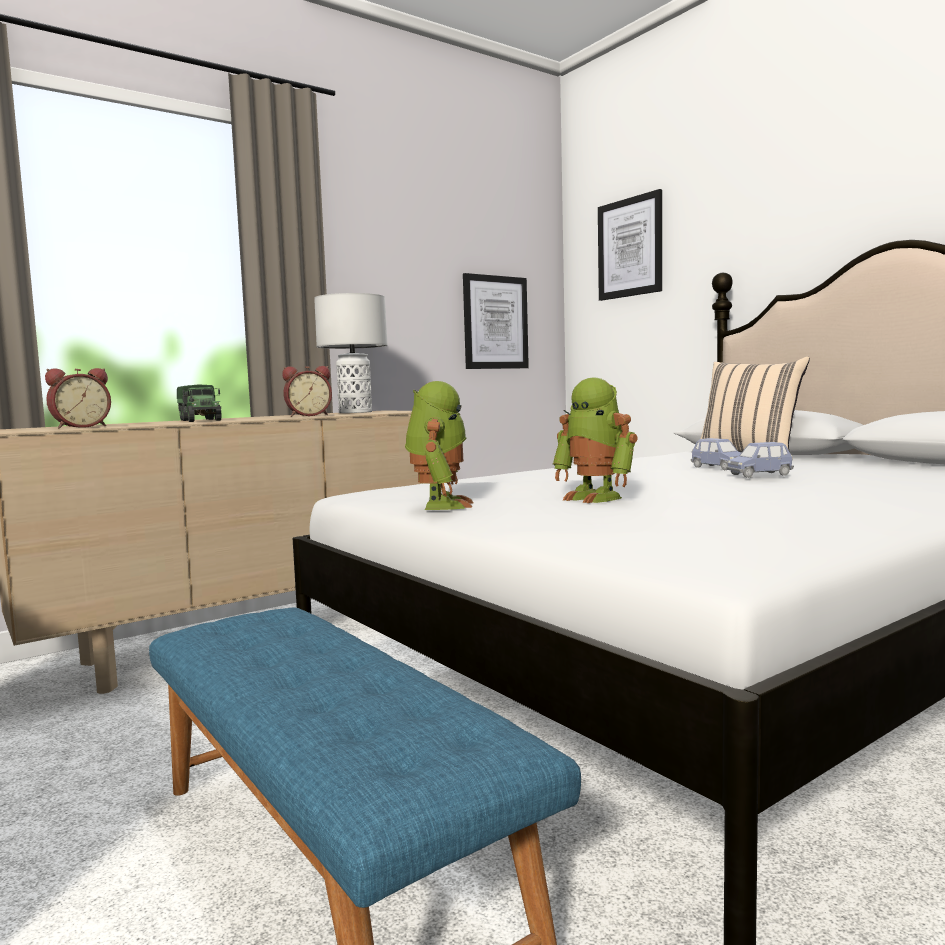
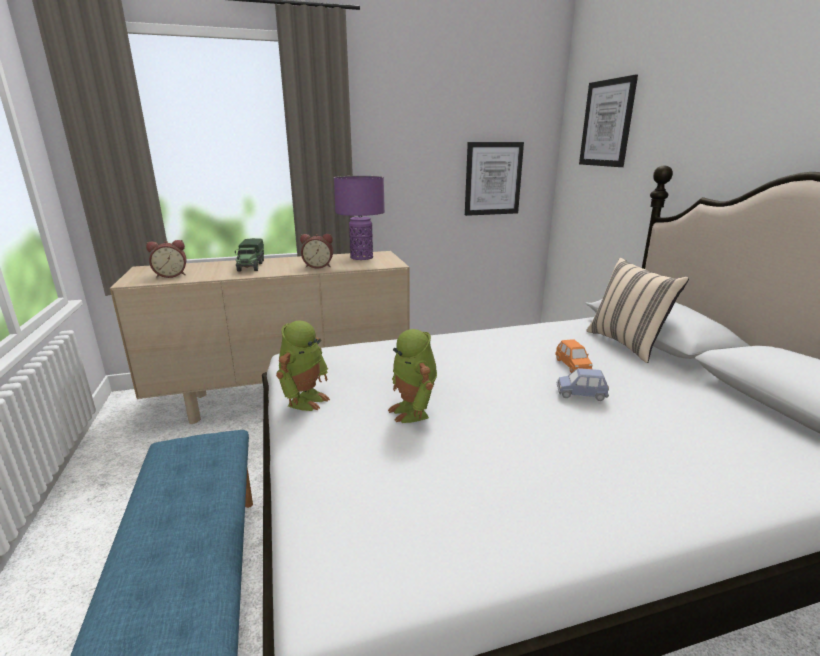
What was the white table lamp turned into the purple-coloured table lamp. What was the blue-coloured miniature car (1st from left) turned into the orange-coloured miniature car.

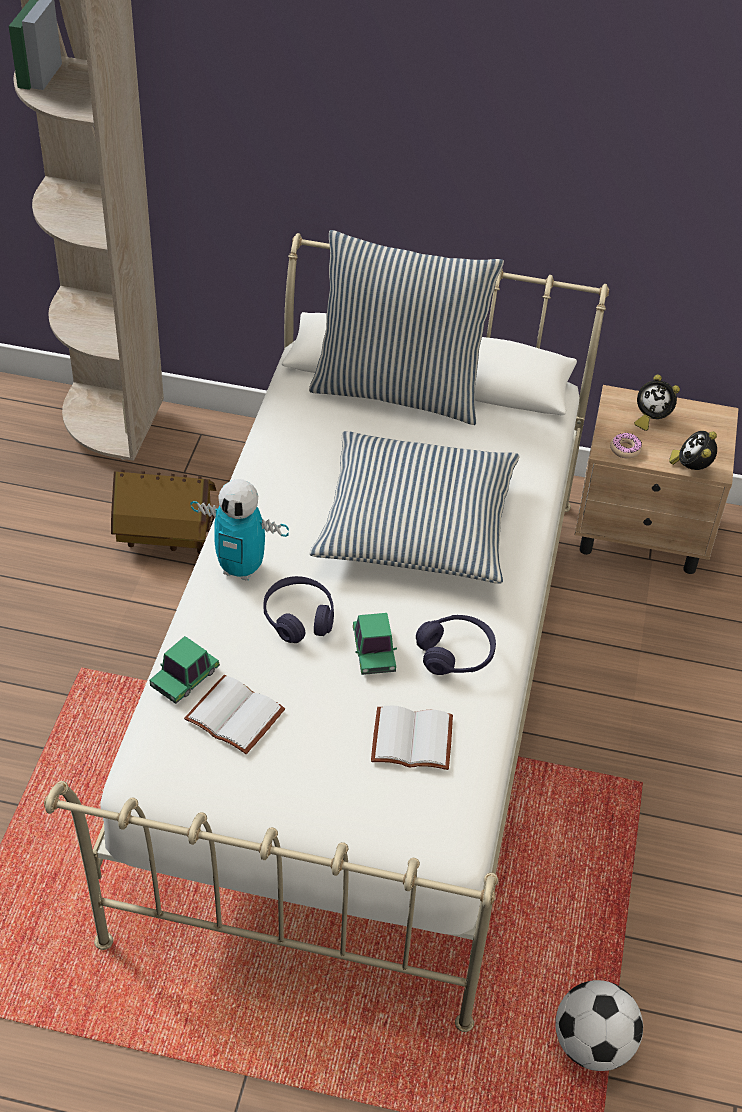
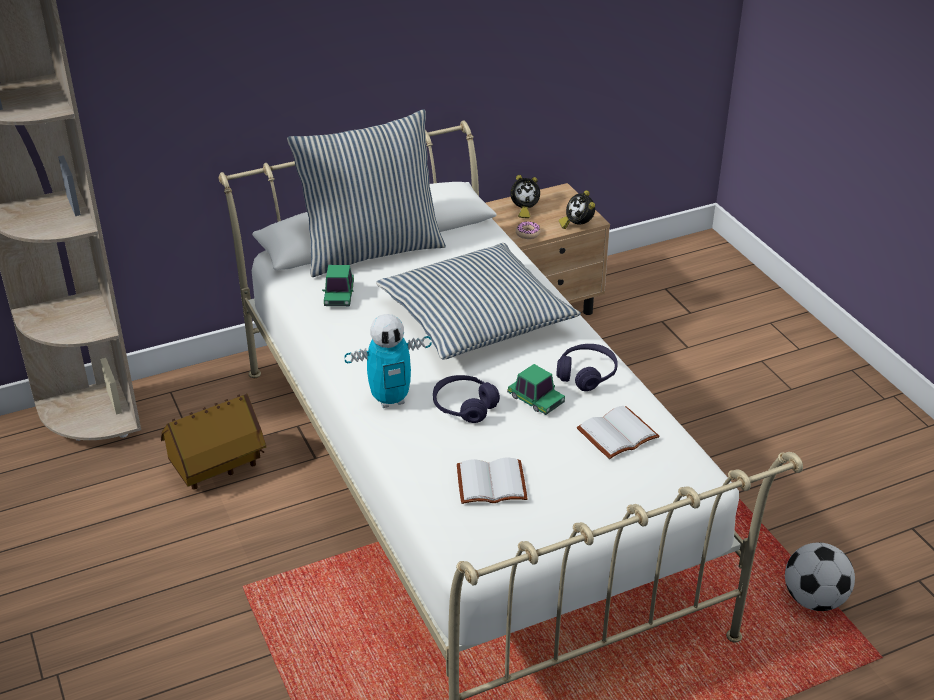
The miniature car (1st from left) ended up elsewhere.

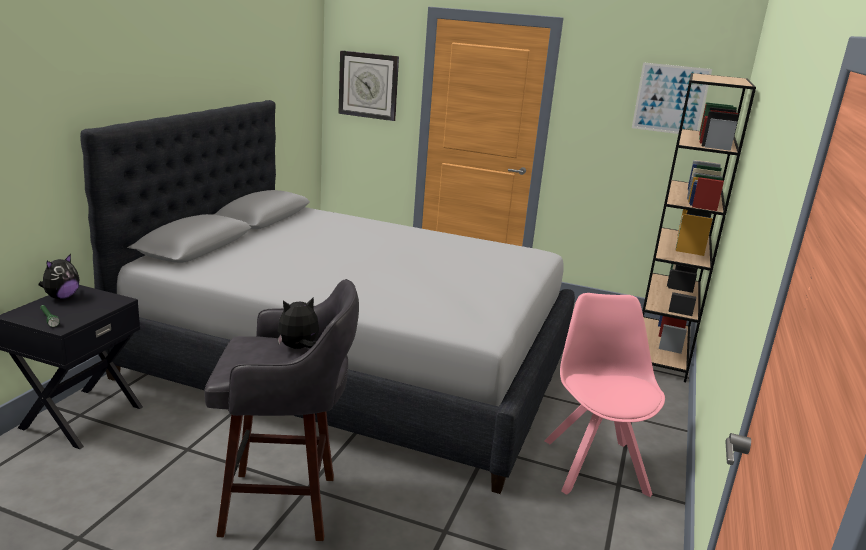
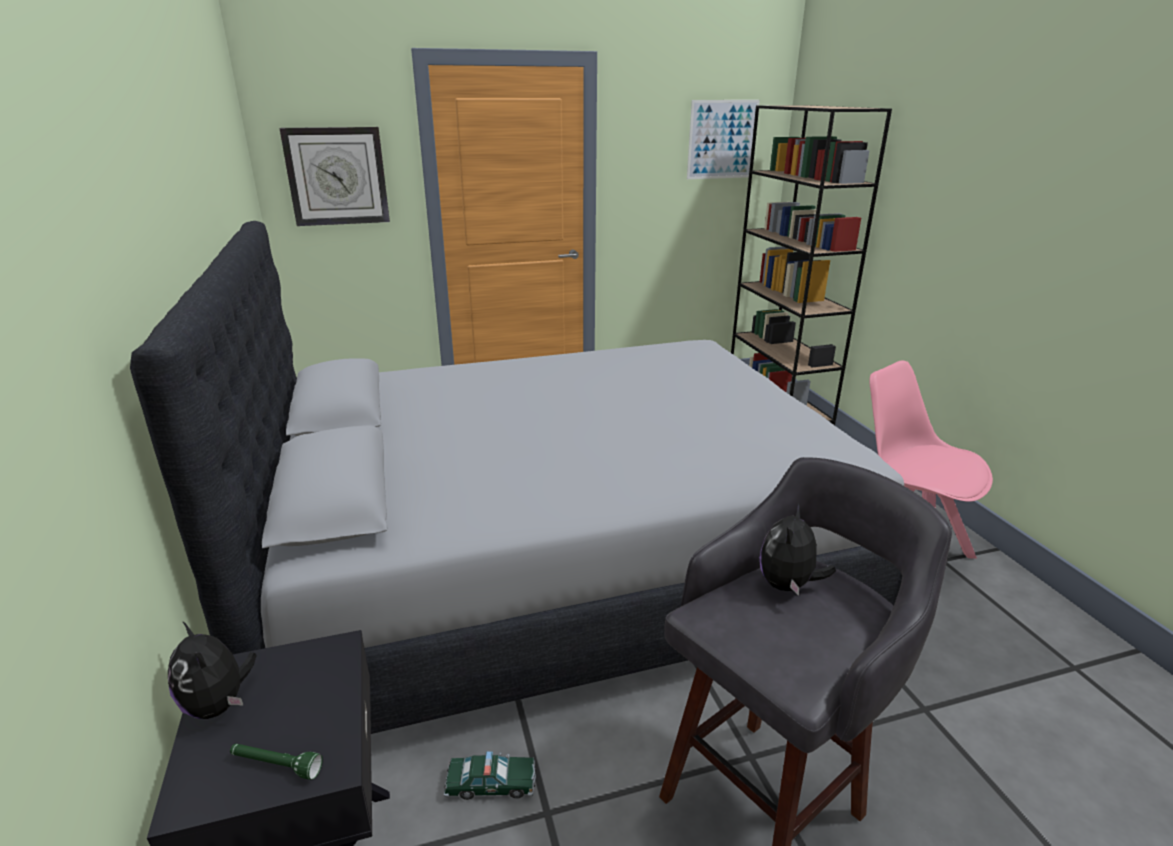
The soft toy (1st from left) ended up facing another way, 150 degrees clockwise from before. The second view gained the miniature car.

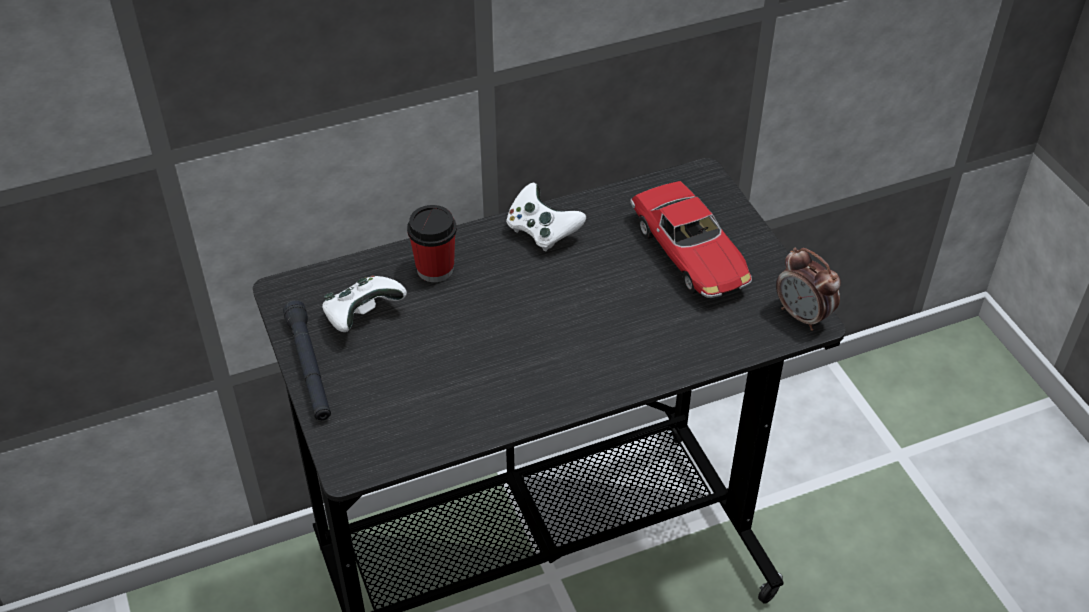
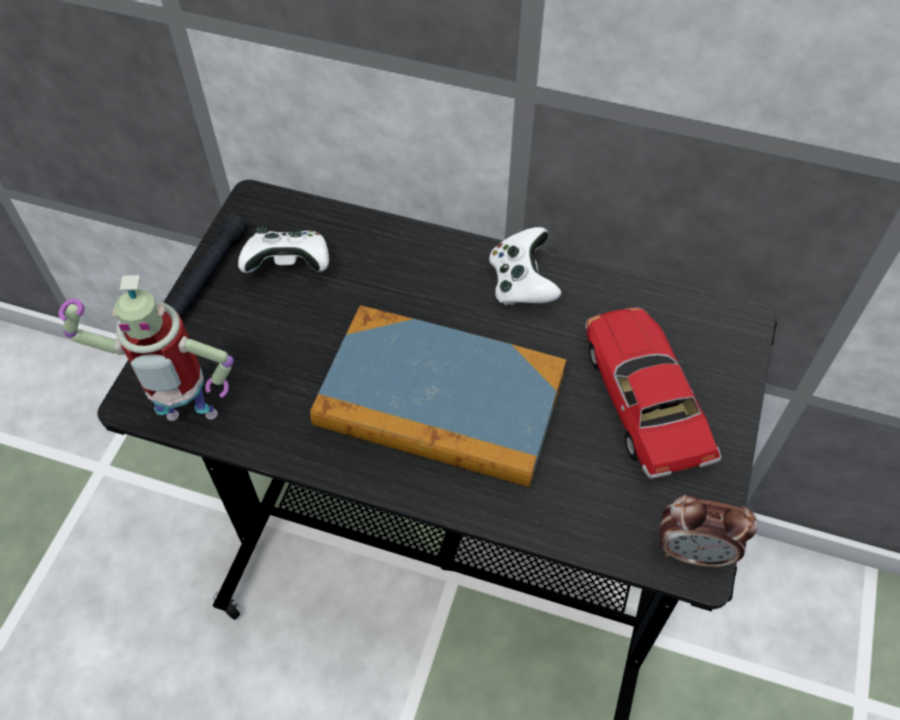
The miniature car ended up facing another way, 150 degrees clockwise from before. The second view lost the small cup. The bedside clock ended up facing another way, 75 degrees counterclockwise from before. The second view gained the toy robot. The second view gained the bound book.

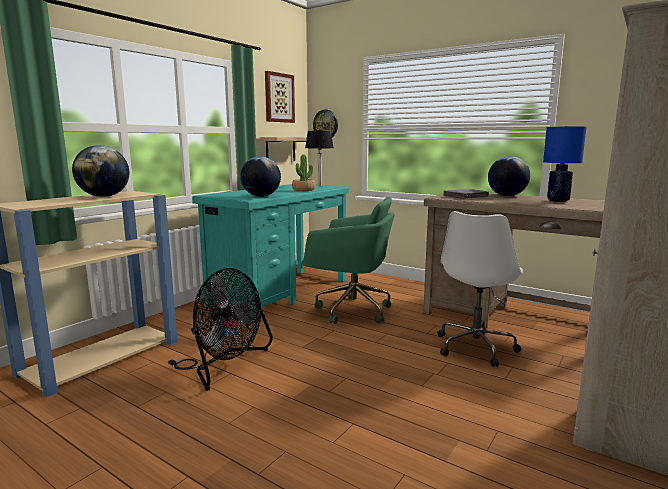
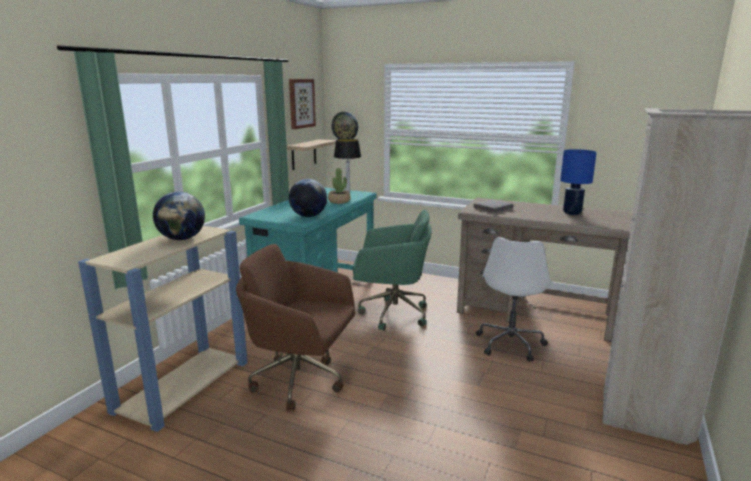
The second view lost the globe (3rd from left). Where the black cooling fan stood, the brown-coloured computer chair came to stand.

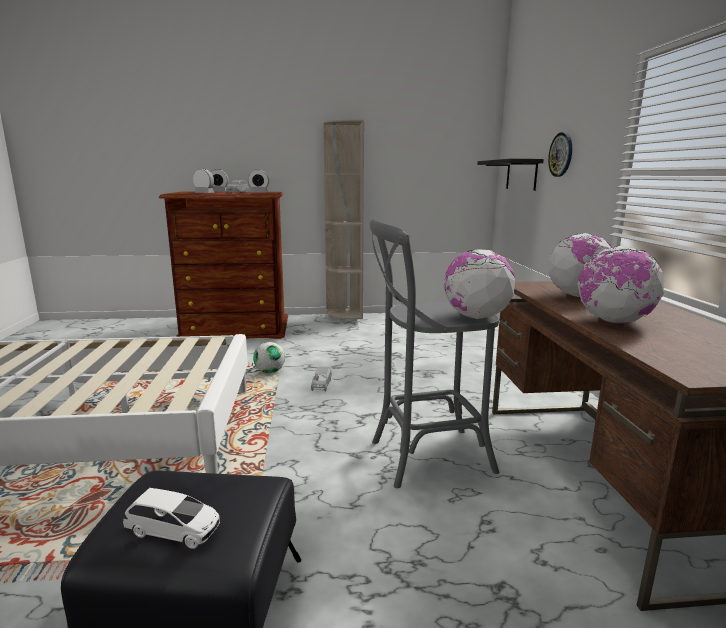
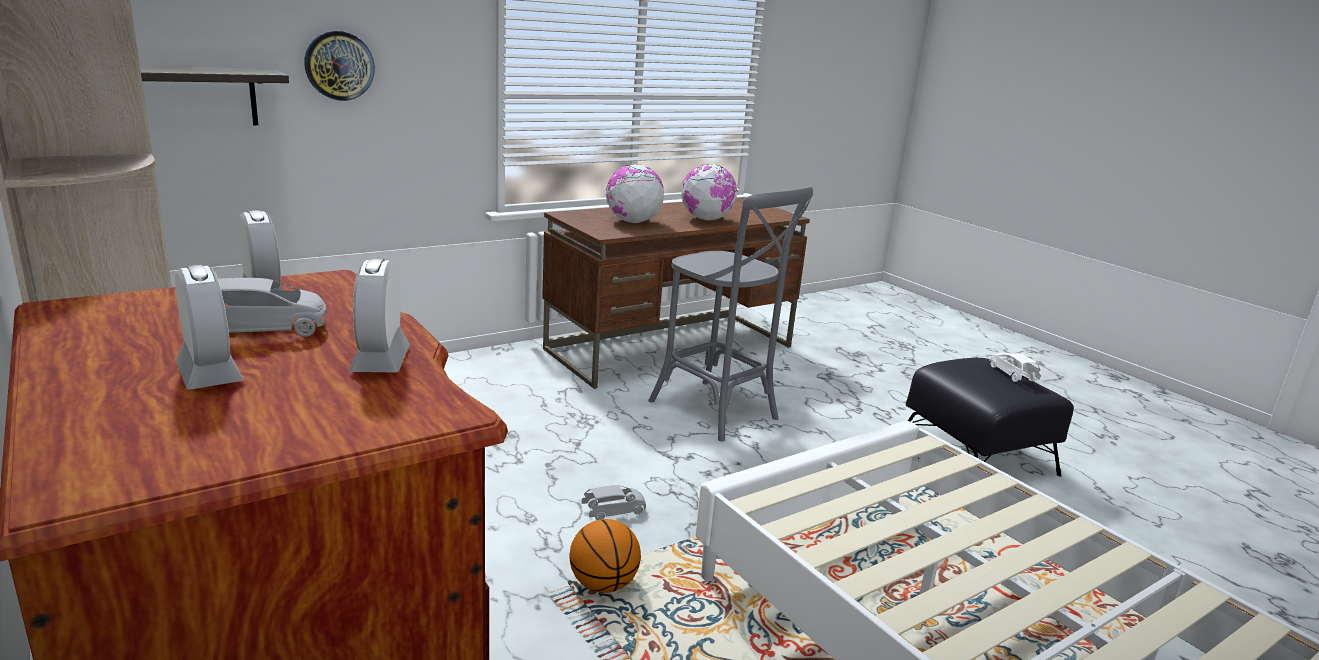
The second view lost the globe (1st from left). Where the football stood, the basketball ball came to stand.

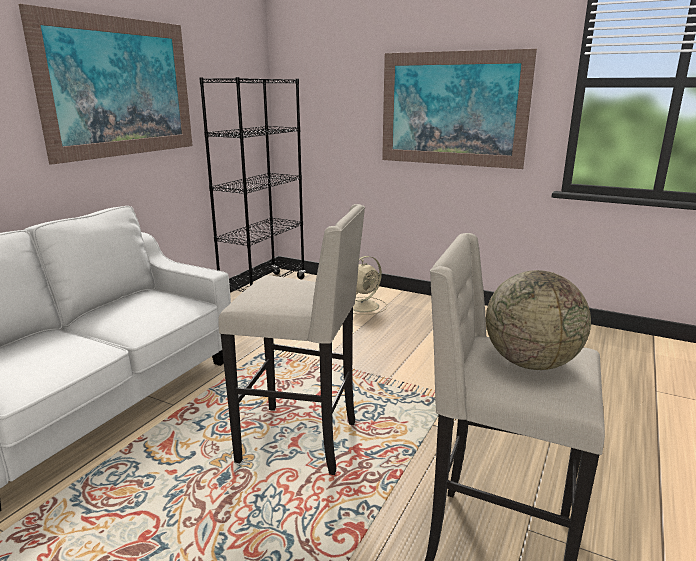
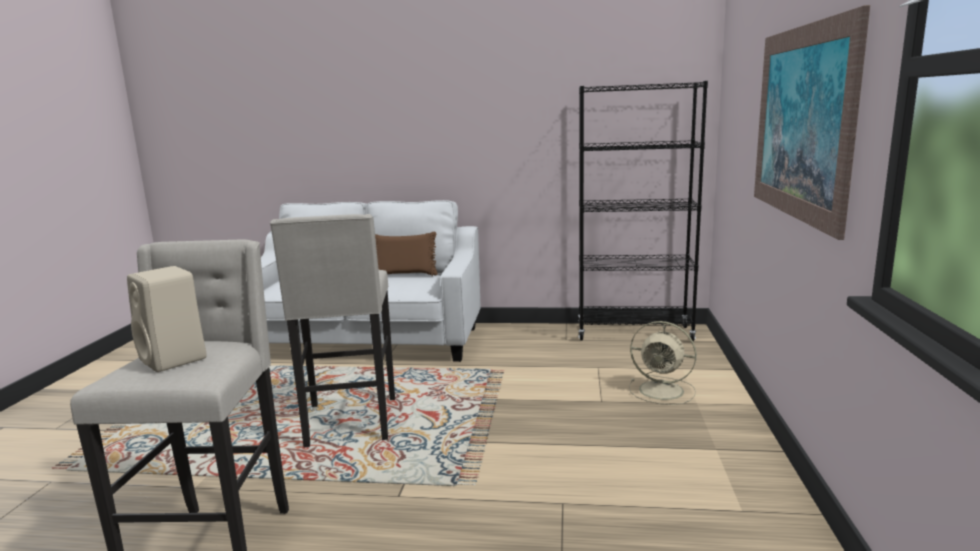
The second view lost the wall art (1st from left). Where the globe stood, the beige speaker came to stand. The second view gained the brown-coloured pillow.

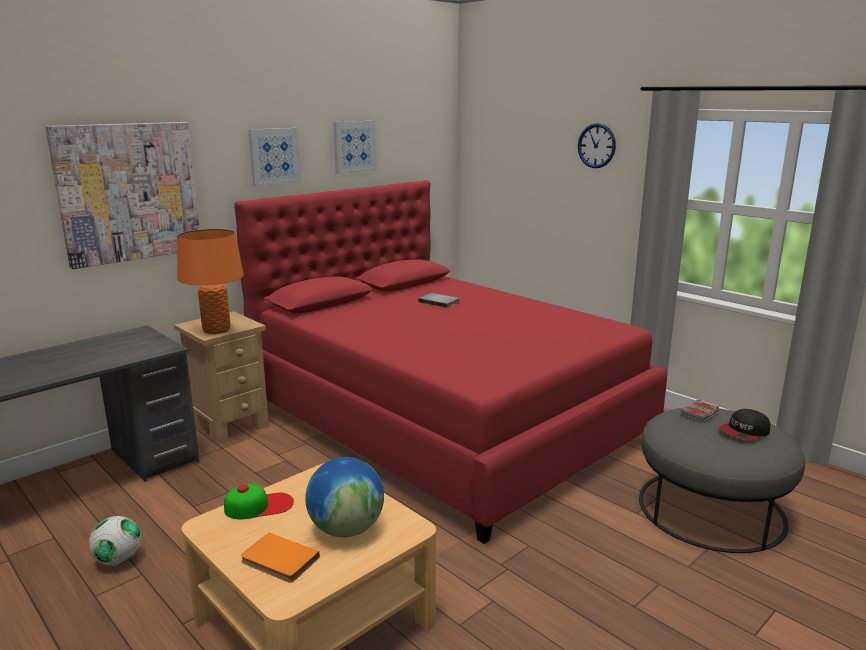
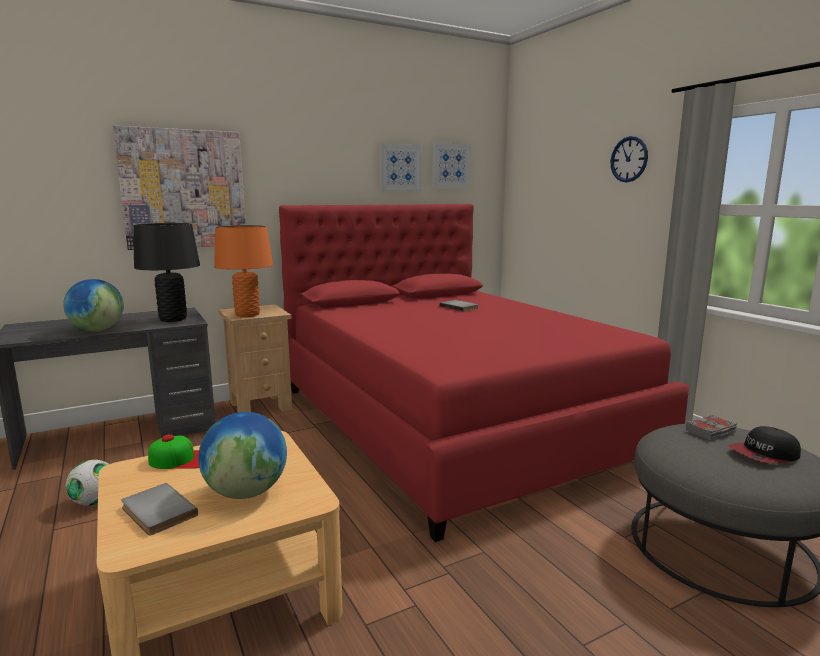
The wall art (2nd from left in the first image) ended up elsewhere. What was the orange-coloured bound book turned into the greyish bound book (1st from left). The second view gained the black table lamp. The second view gained the globe (1st from left).

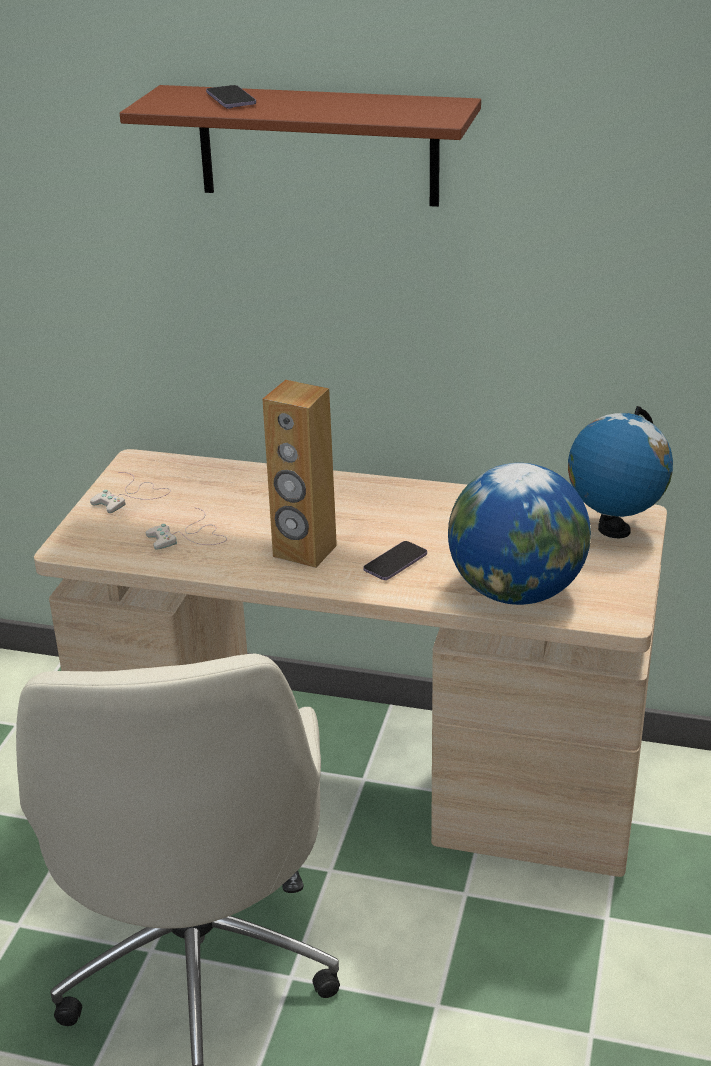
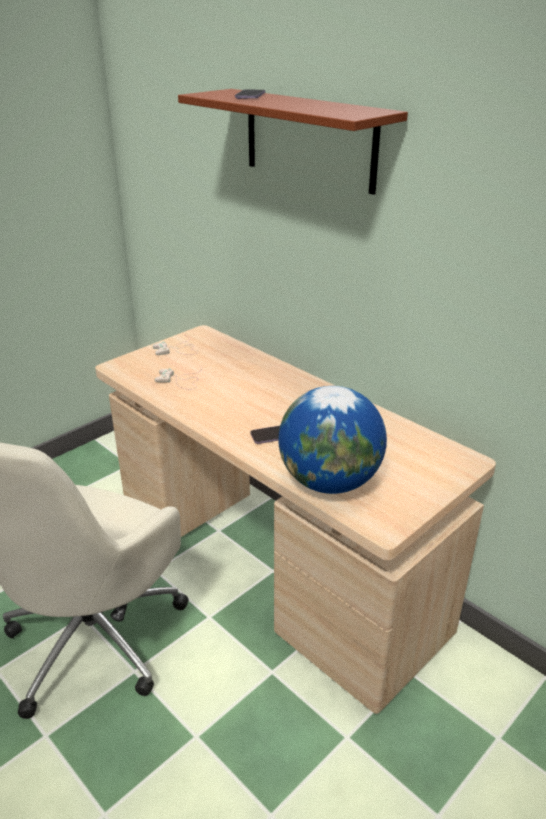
The second view lost the brown-coloured speaker. The second view lost the globe (2nd from left).

